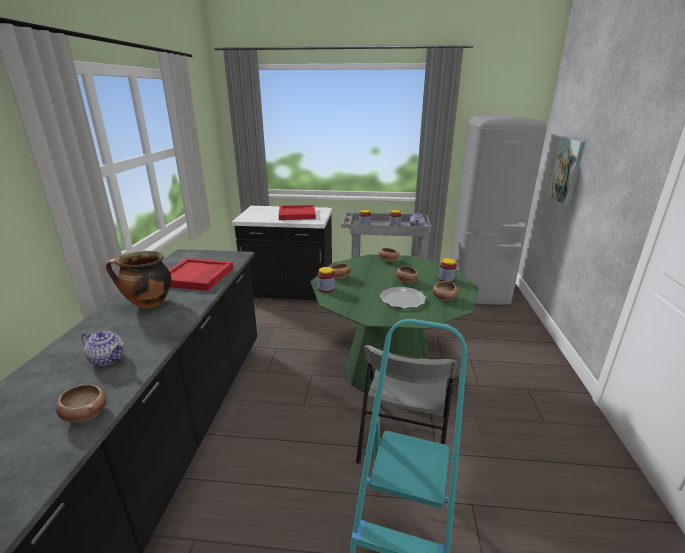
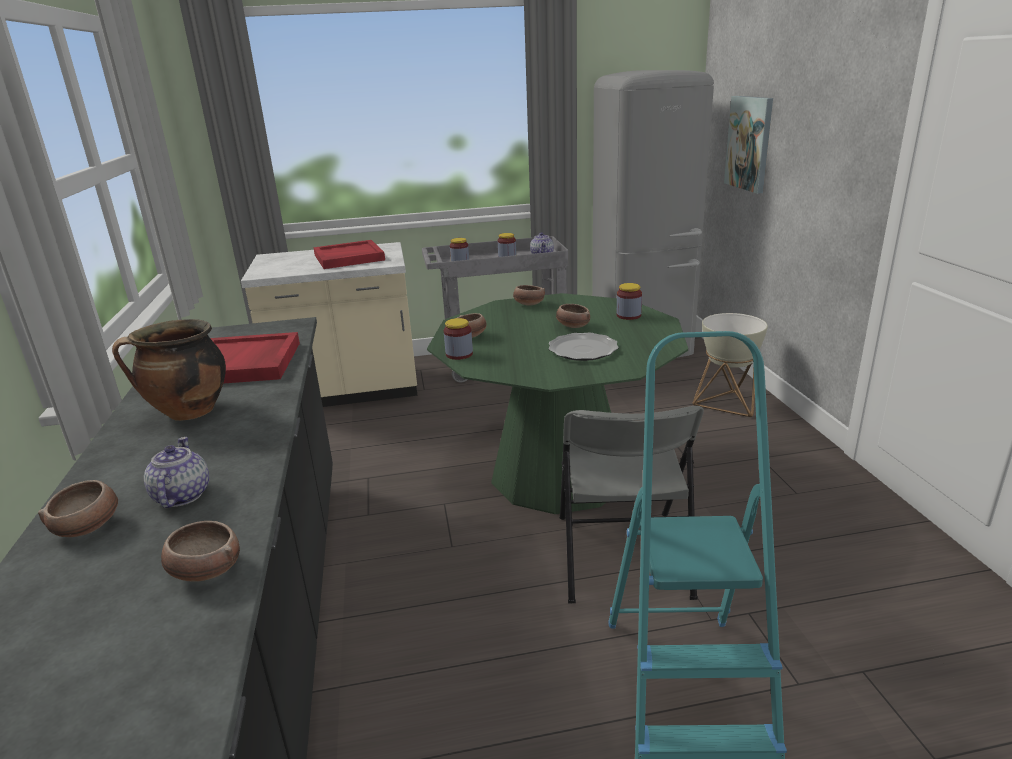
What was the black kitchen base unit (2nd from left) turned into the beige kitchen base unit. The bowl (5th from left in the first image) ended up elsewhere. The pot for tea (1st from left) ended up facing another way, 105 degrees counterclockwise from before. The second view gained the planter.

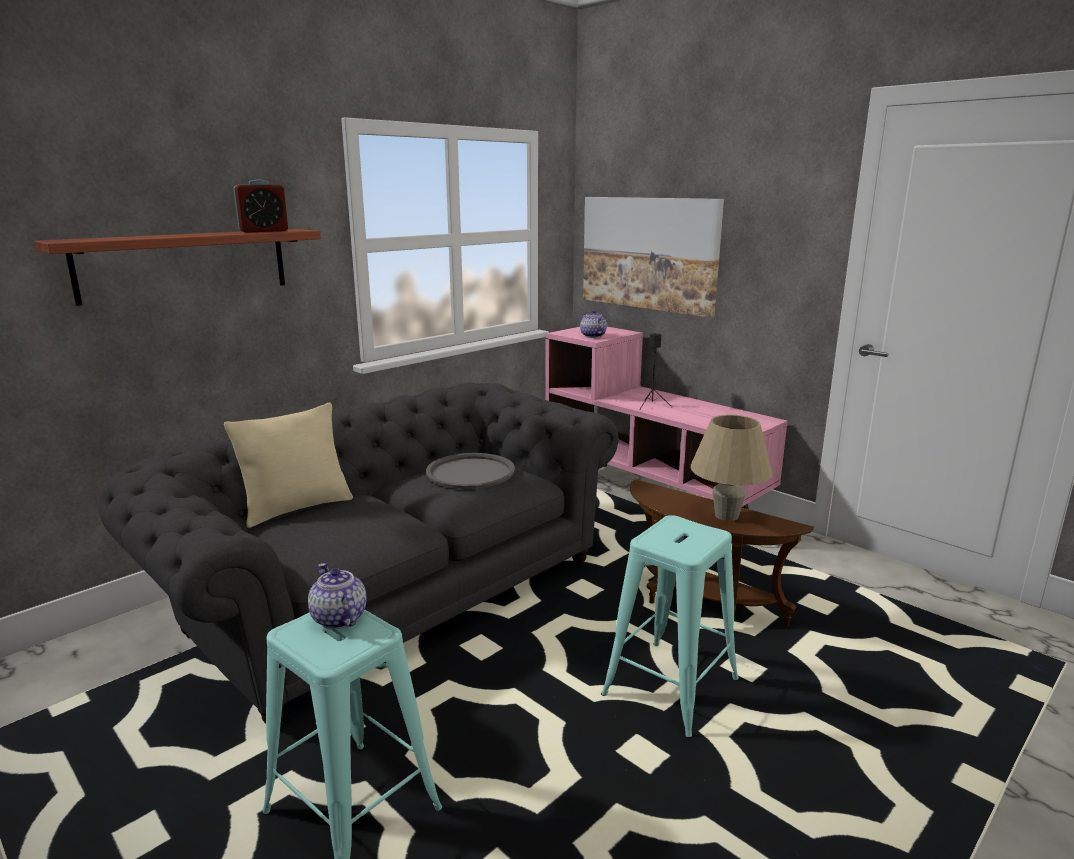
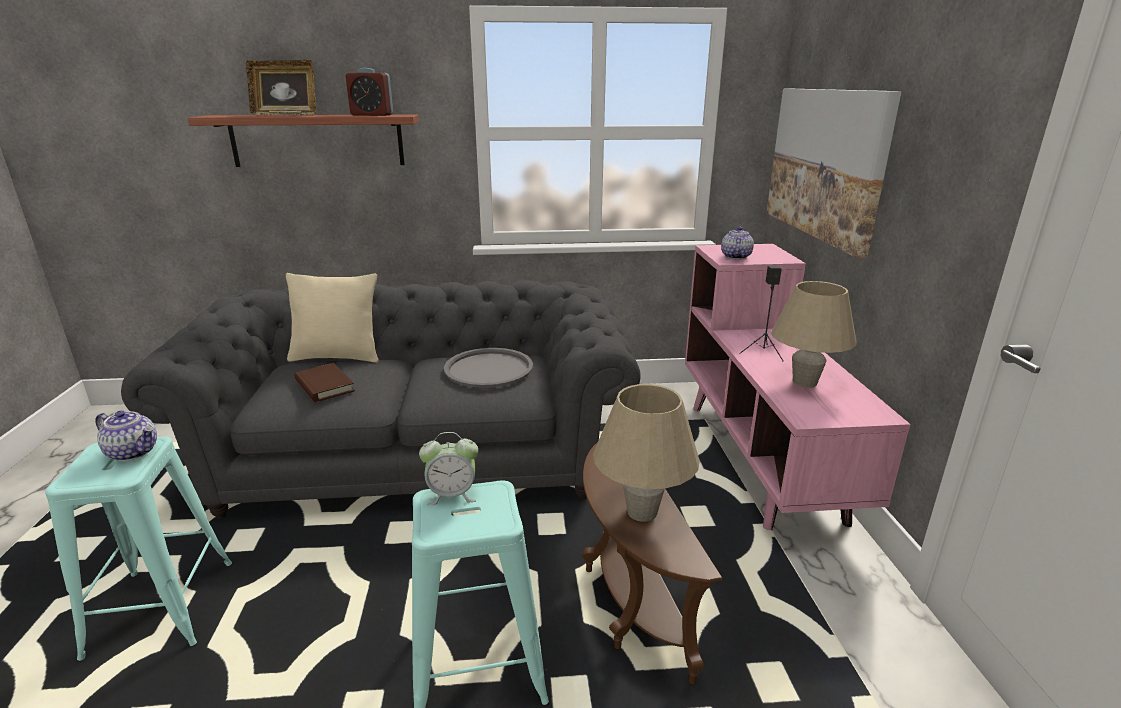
The pot for tea (1st from left) ended up facing another way, 105 degrees clockwise from before. The second view gained the photo frame. The second view gained the beige table lamp (2nd from left). The second view gained the brown-coloured bound book. The second view gained the bedside clock (2nd from left).

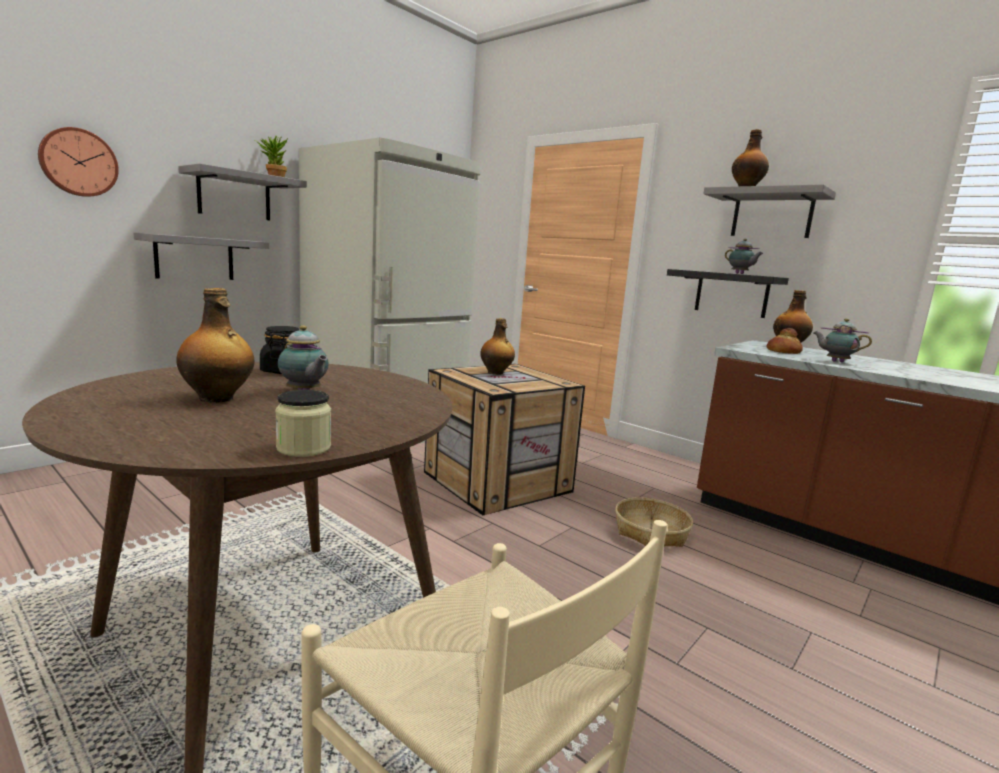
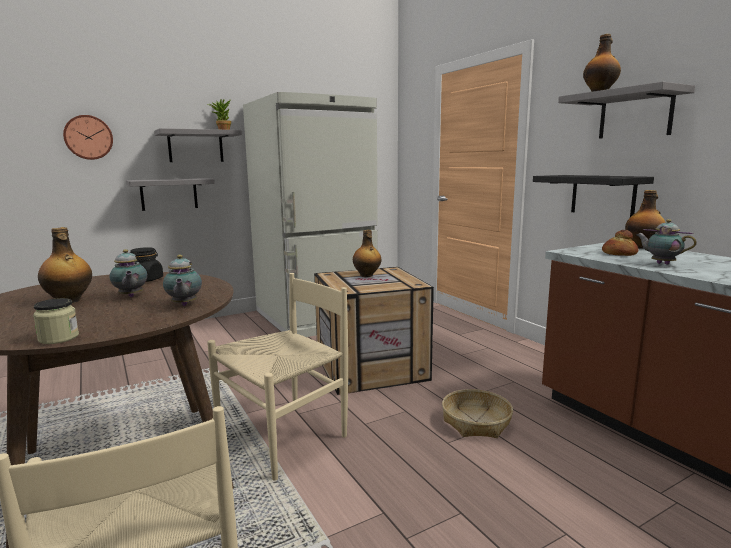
The pot for tea (2nd from left) ended up elsewhere. The second view gained the beige upright chair (2nd from left).

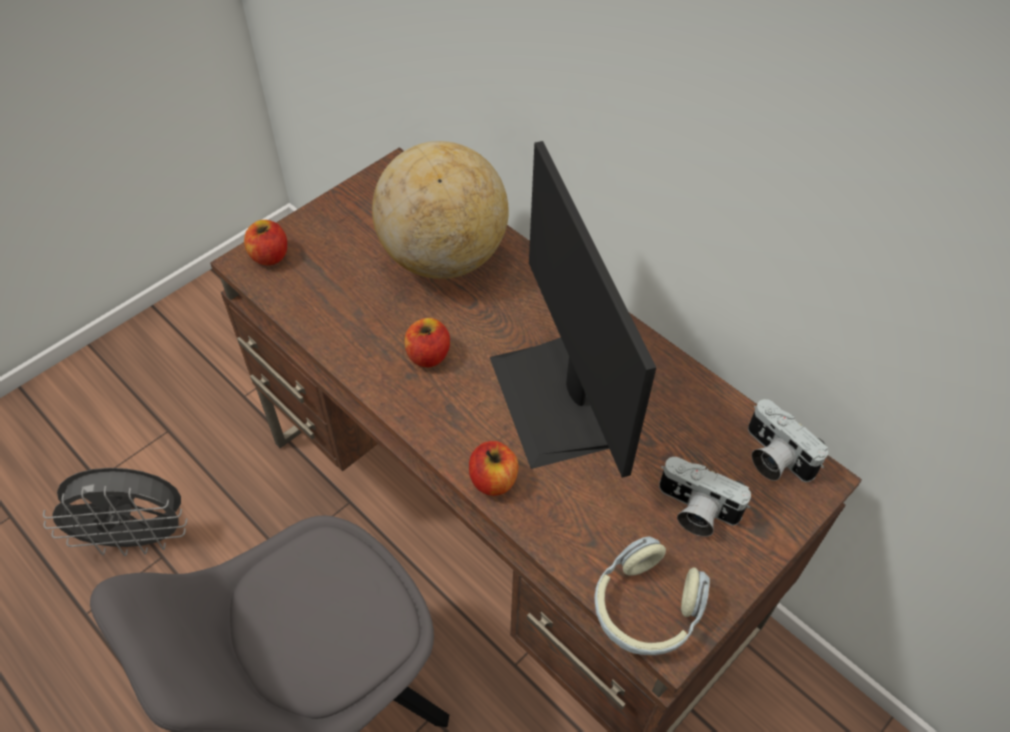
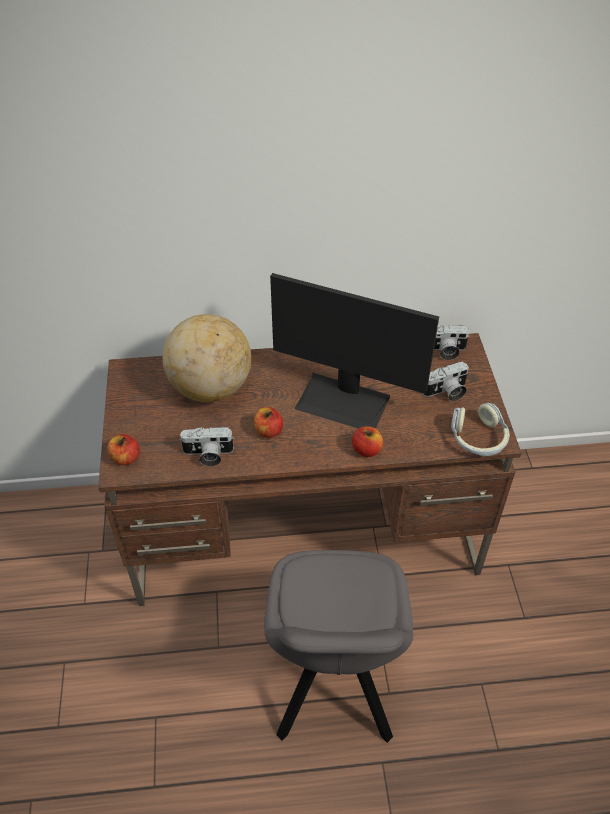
The second view lost the greyish cooling fan. The second view gained the still camera (1st from left).

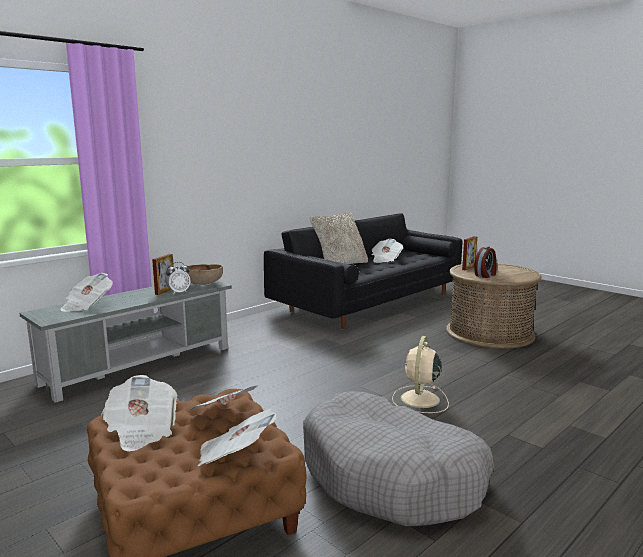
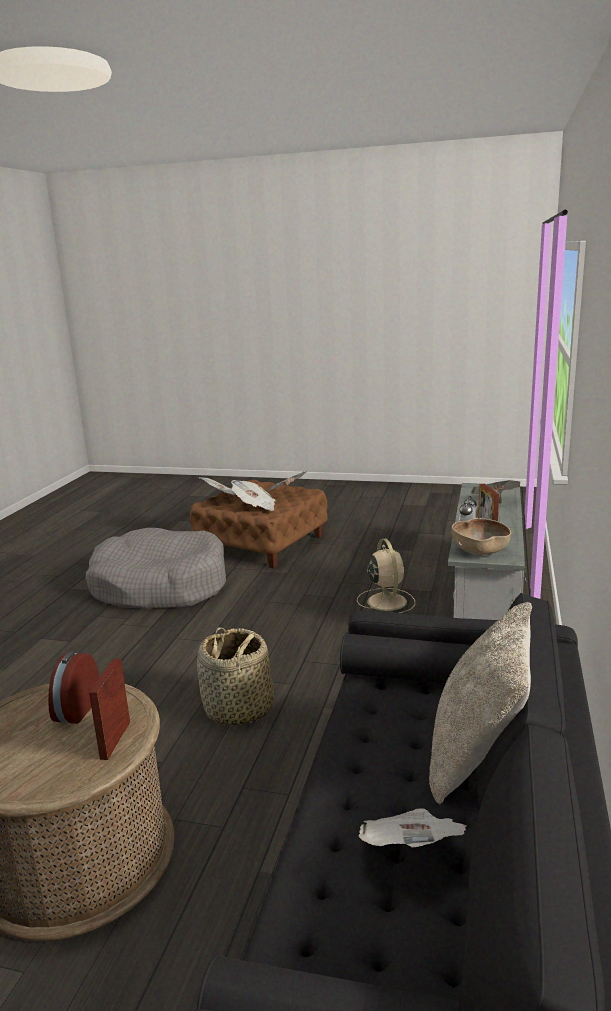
The beige cooling fan ended up elsewhere. The second view gained the basket.

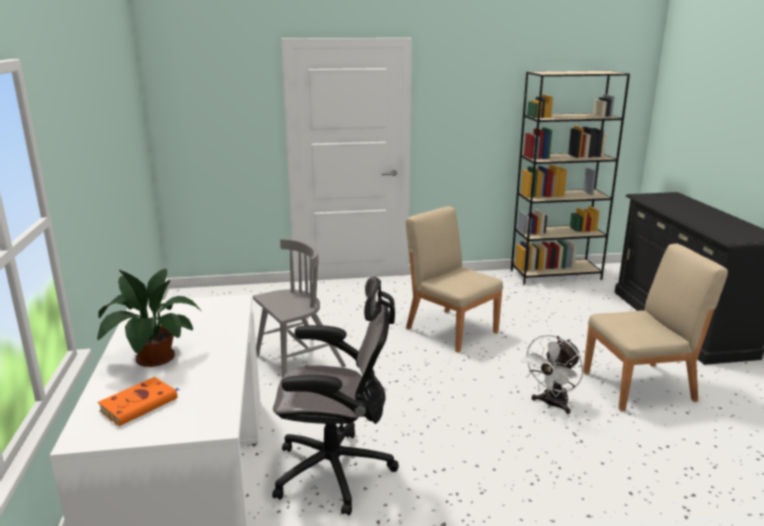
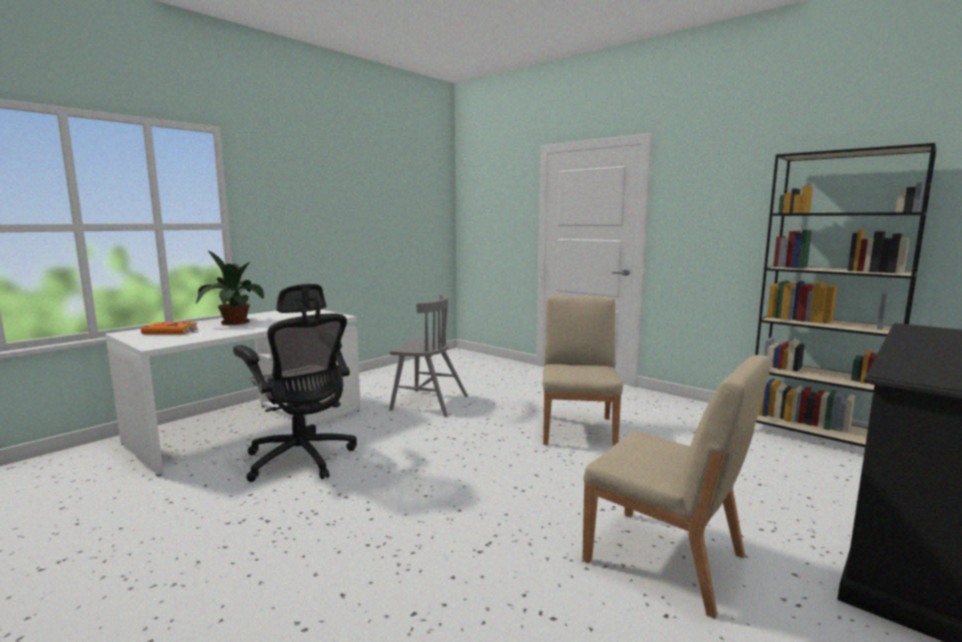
The second view lost the white cooling fan.

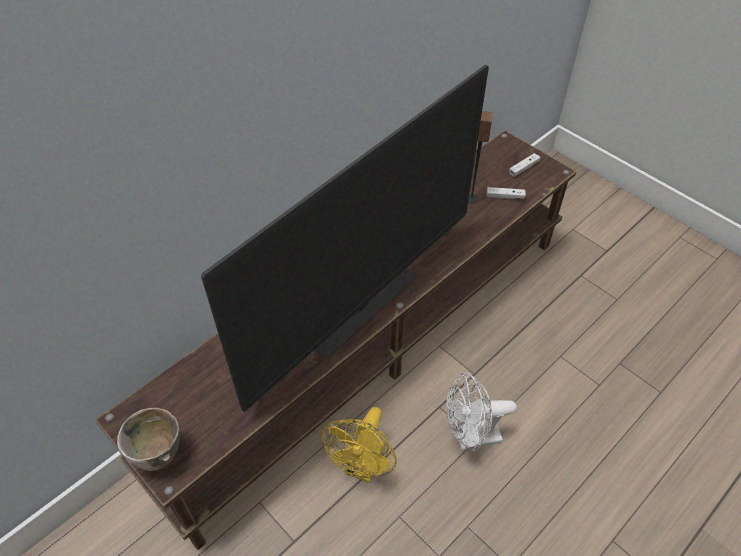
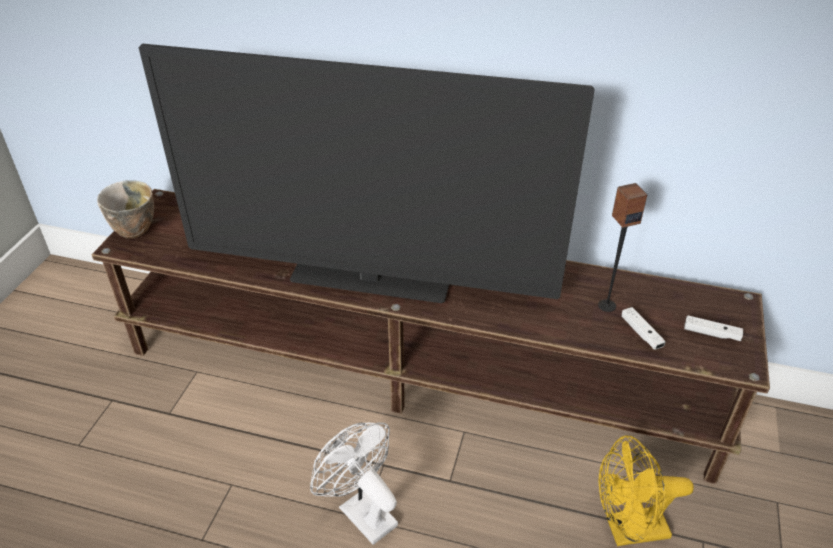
The yellow-coloured cooling fan ended up elsewhere.

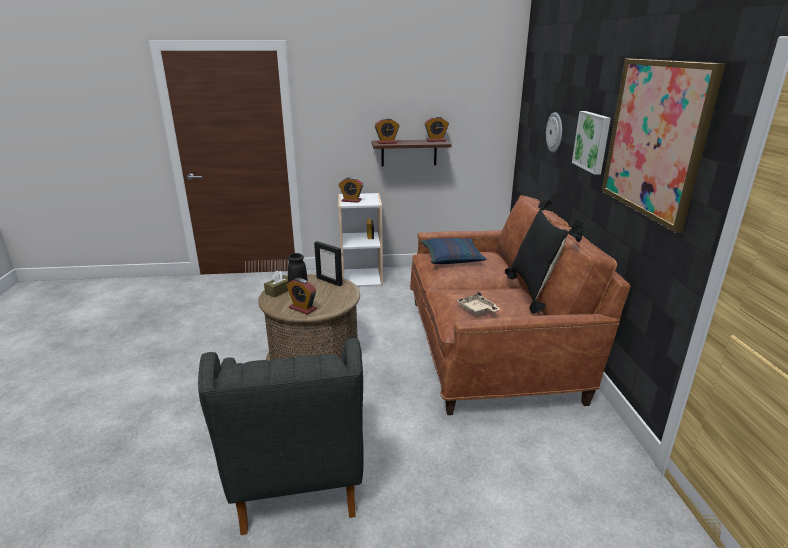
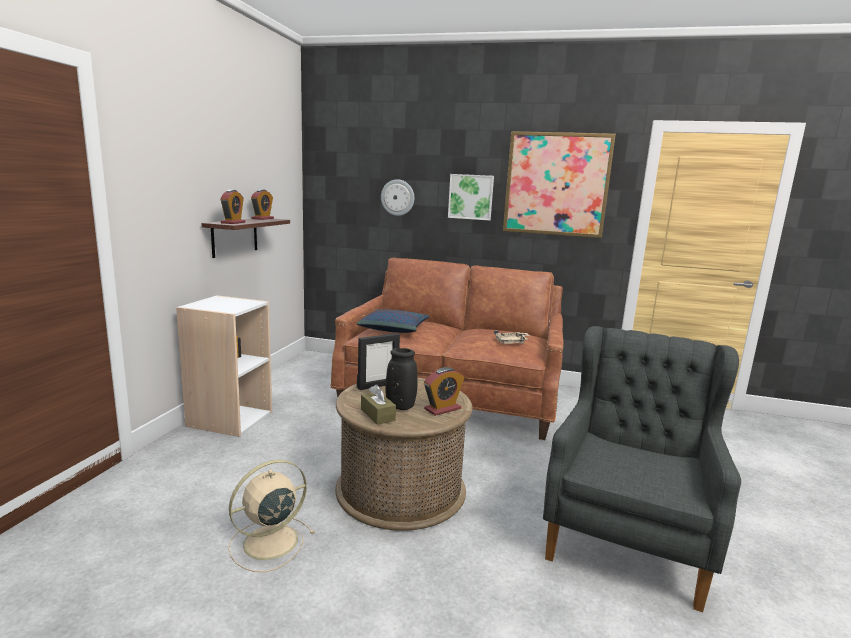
The second view lost the bedside clock (2nd from left). The second view lost the black pillow. The greyish easy chair ended up facing another way, 75 degrees counterclockwise from before. The second view gained the beige cooling fan.

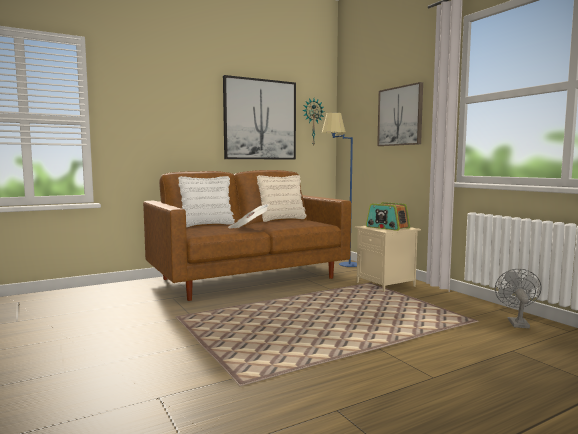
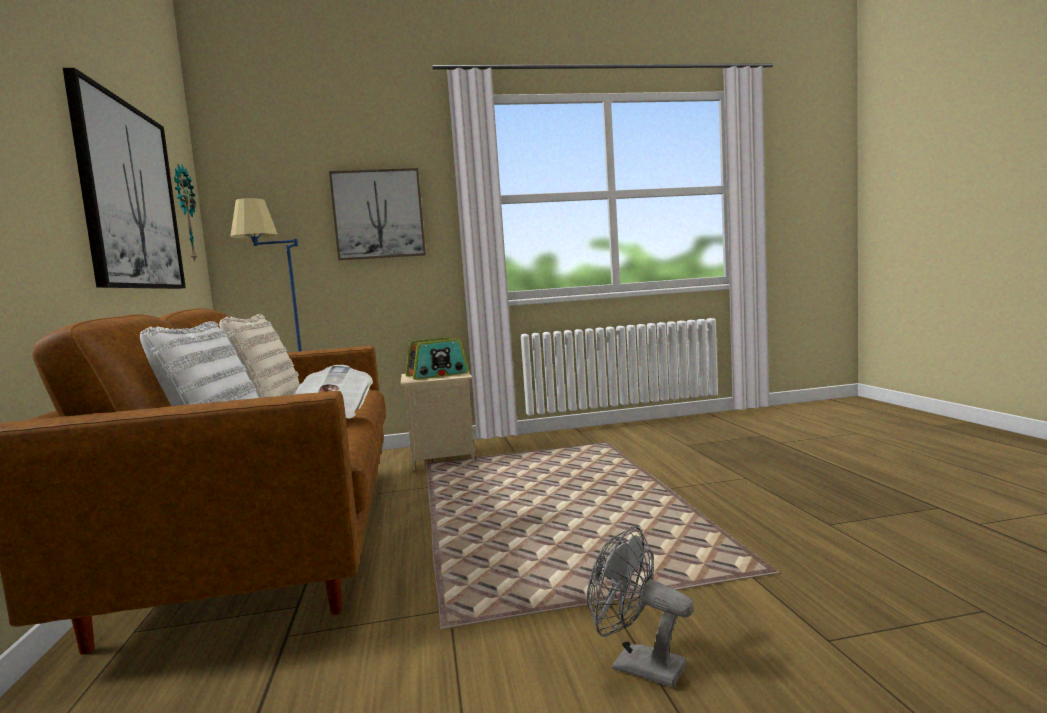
The greyish cooling fan ended up elsewhere.

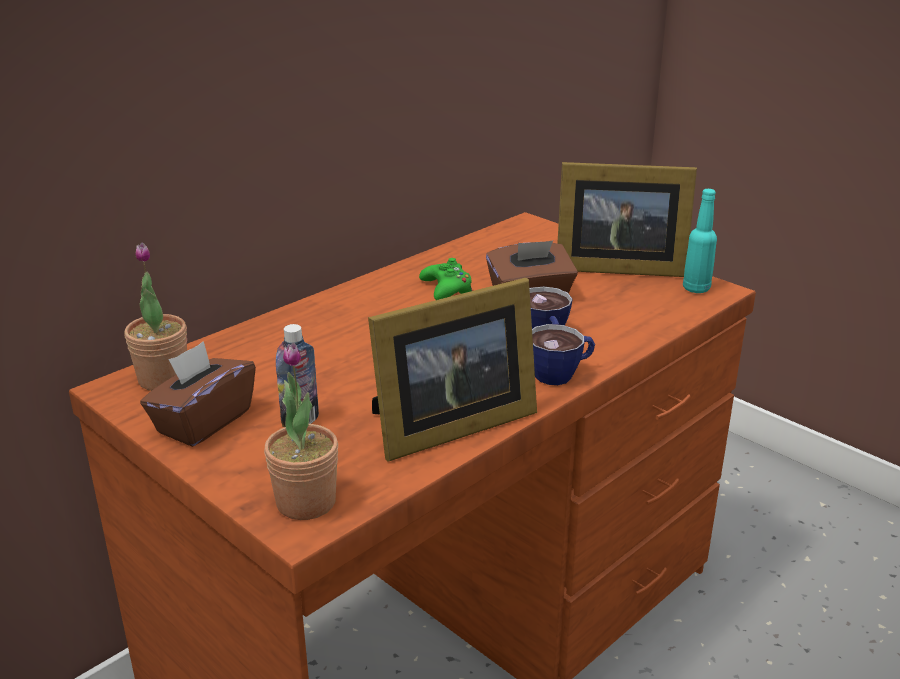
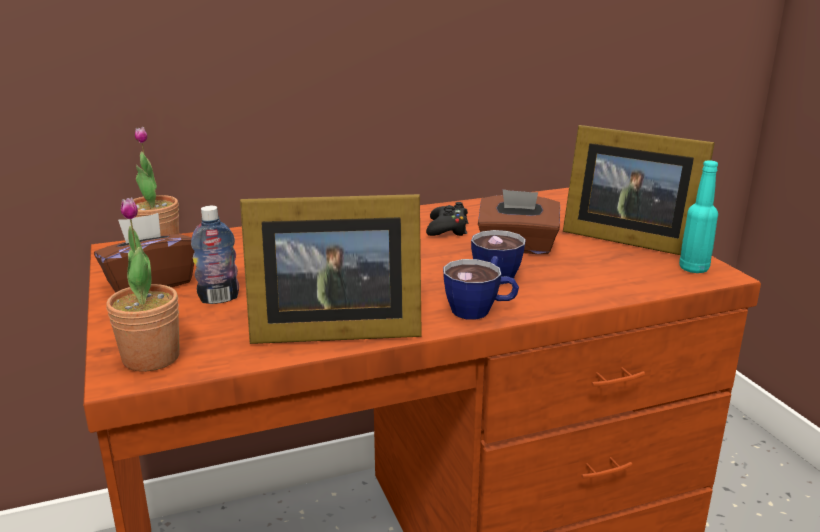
What was the greenish gamepad turned into the black gamepad.

